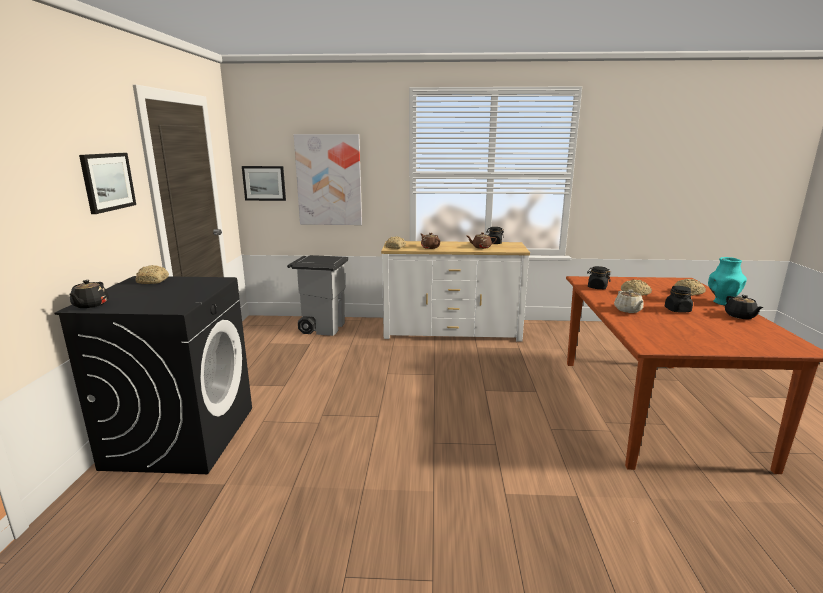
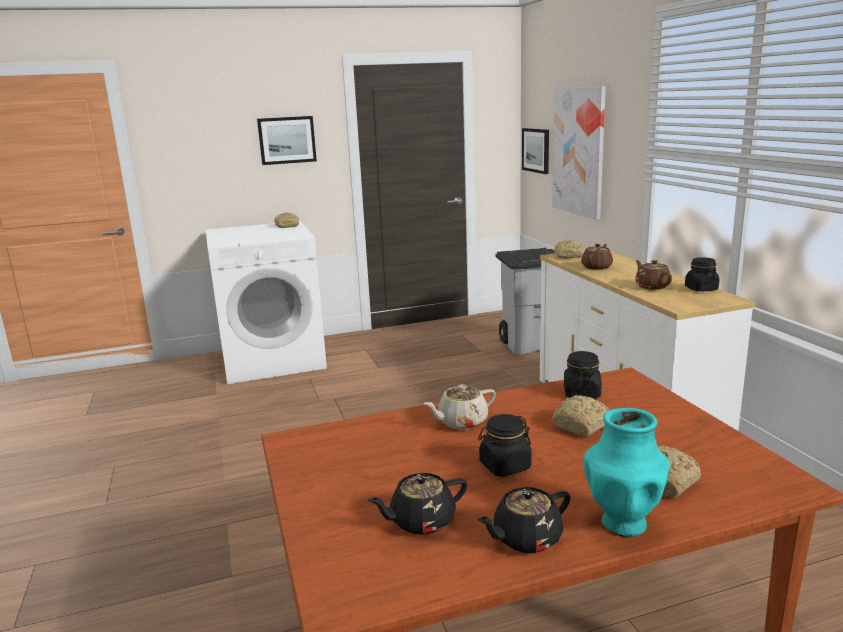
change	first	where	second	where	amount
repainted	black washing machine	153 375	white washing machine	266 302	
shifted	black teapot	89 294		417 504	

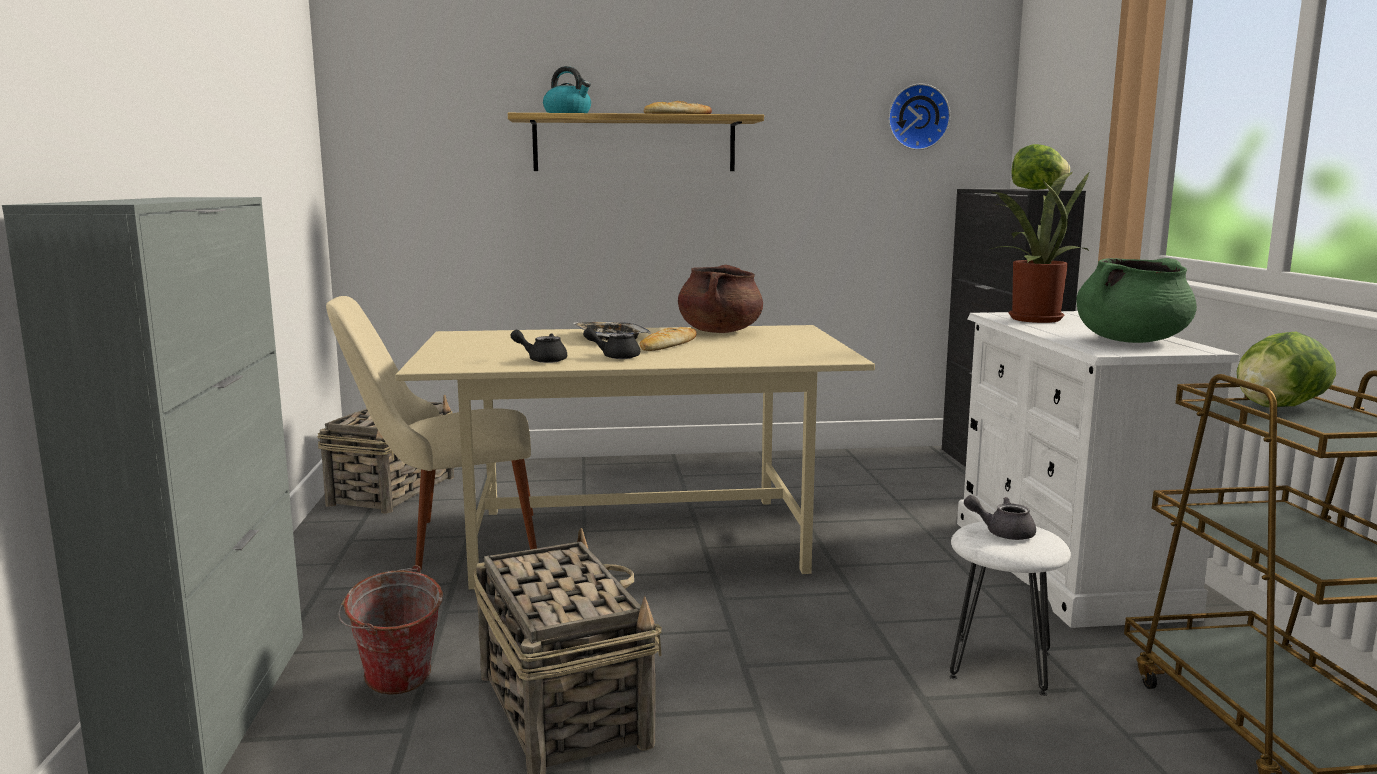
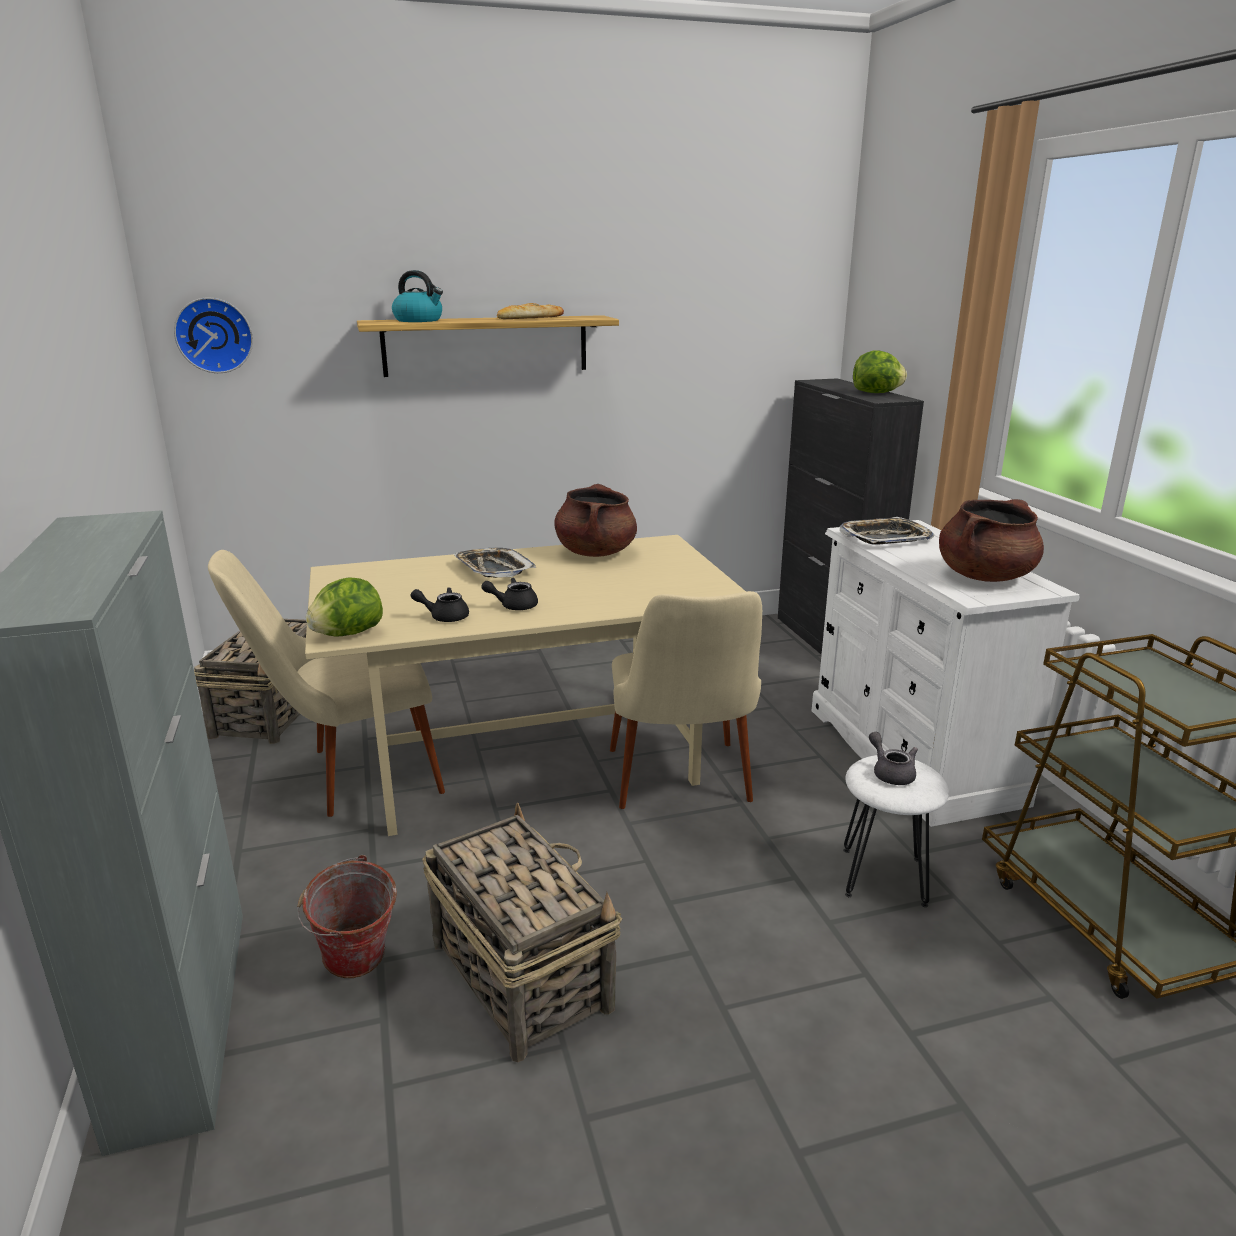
change	first	where	second	where	amount
gone	bread	668 339			
shifted	wall clock	919 117		213 335	
rotated	grey teapot	1000 517		893 758	60 degrees clockwise
swapped	potted plant	1039 247	tray	887 531	
repainted	green cooking pot	1136 300	brown cooking pot	991 540	
shifted	lettuce	1286 369		344 607	
new			beige chair	686 700	

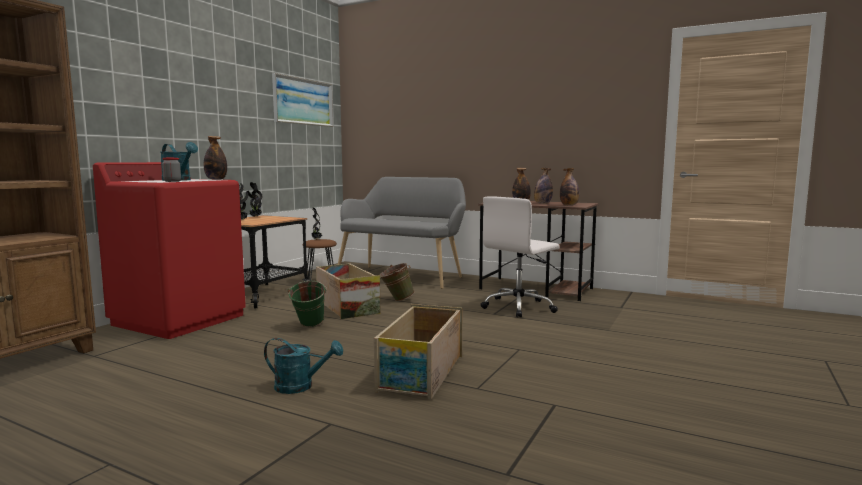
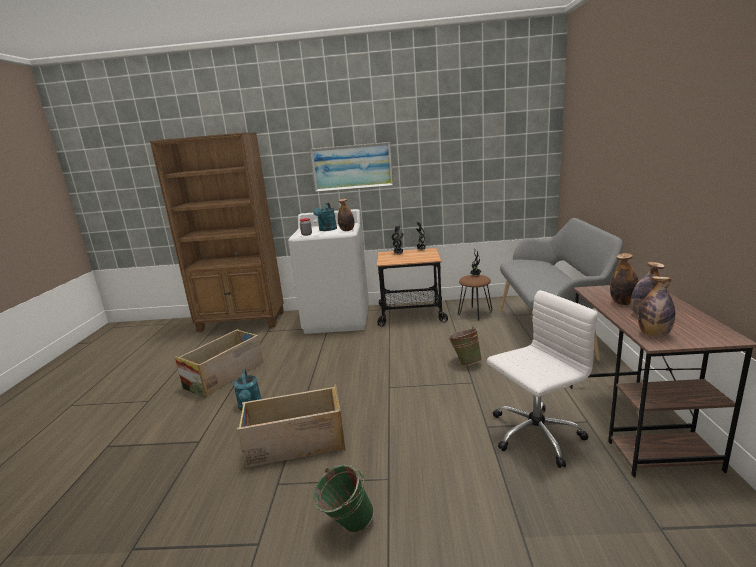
change	first	where	second	where	amount
repainted	red washing machine	169 250	white washing machine	328 271	
shifted	picture	302 100		352 167	
shifted	green bucket	307 304		344 499	
shifted	crate	348 291		219 364	
rotated	white office chair	520 256		542 379	135 degrees clockwise

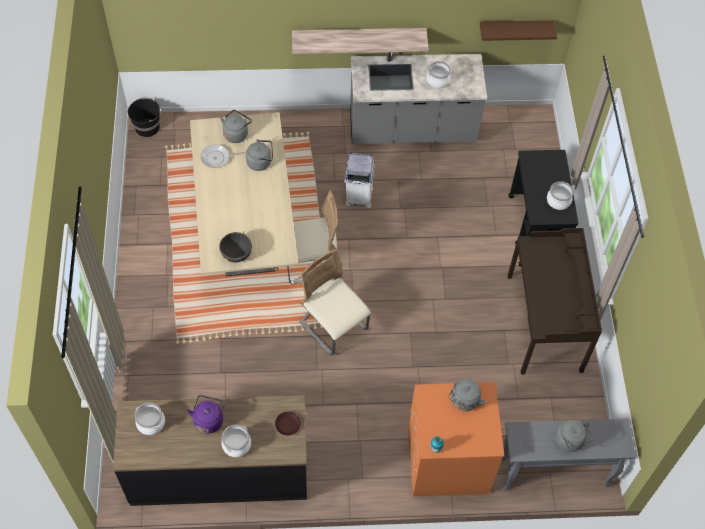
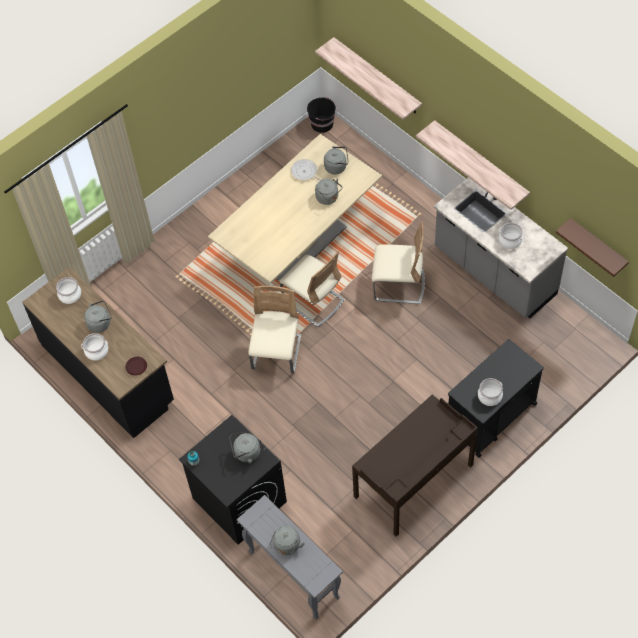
change	first	where	second	where	amount
repainted	purple kettle	206 414	grey kettle	98 316	
gone	black cooking pot	235 246			
swapped	white trash can	359 180	beige chair	398 263	
repainted	orange washing machine	456 439	black washing machine	233 480	
new			shelf	368 78	

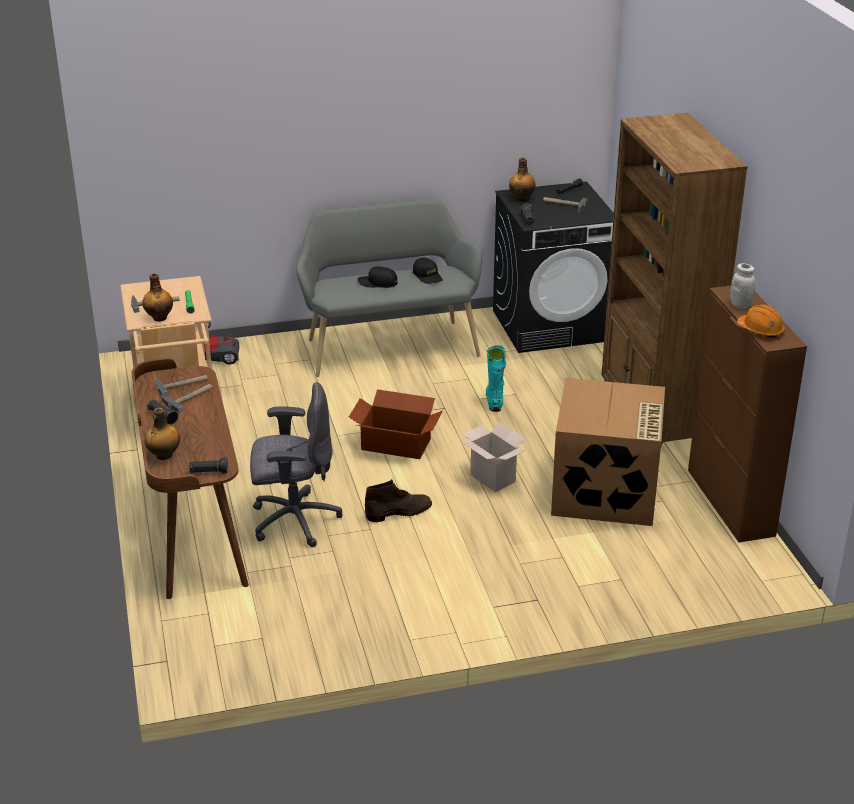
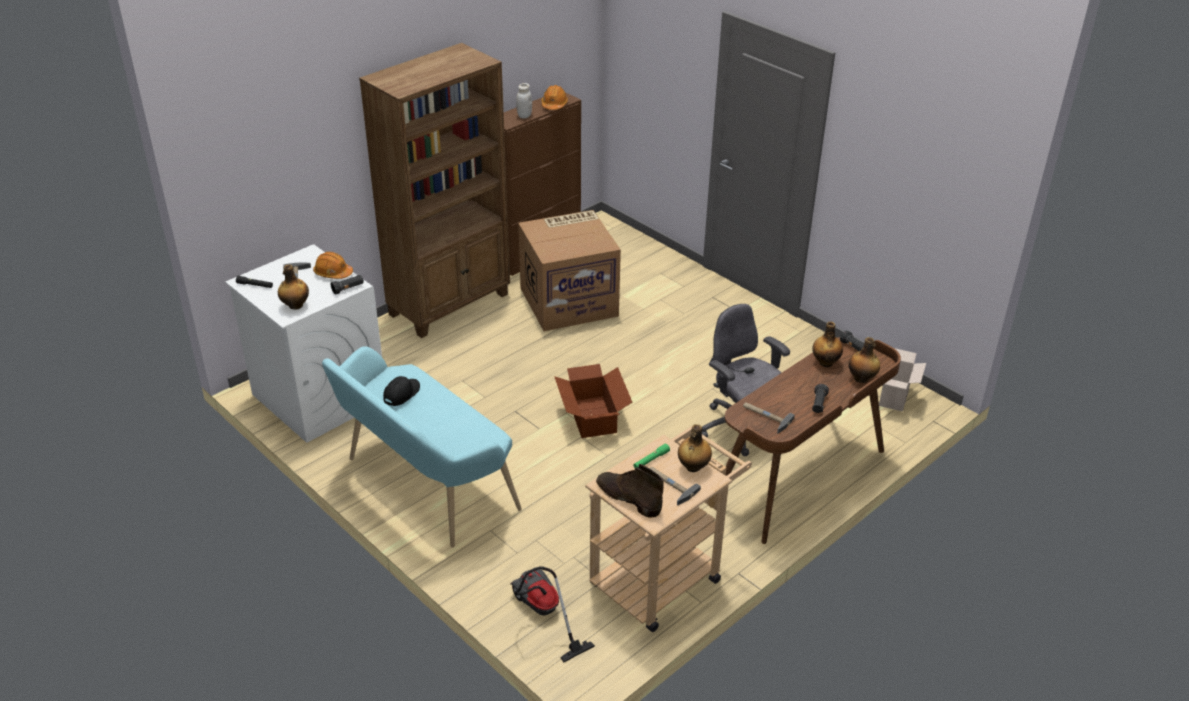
change	first	where	second	where	amount
gone	hammer	187 398			
repainted	grey bench	389 288	turquoise bench	422 447	
gone	black cap	377 277			
shifted	brown boot	398 500		630 490	
shifted	cardboard box	494 457		902 380	
gone	turquoise boot	496 378			
repainted	black washing machine	553 267	white washing machine	303 343	
new			orange hard hat	333 265	
new			bottle	827 344	

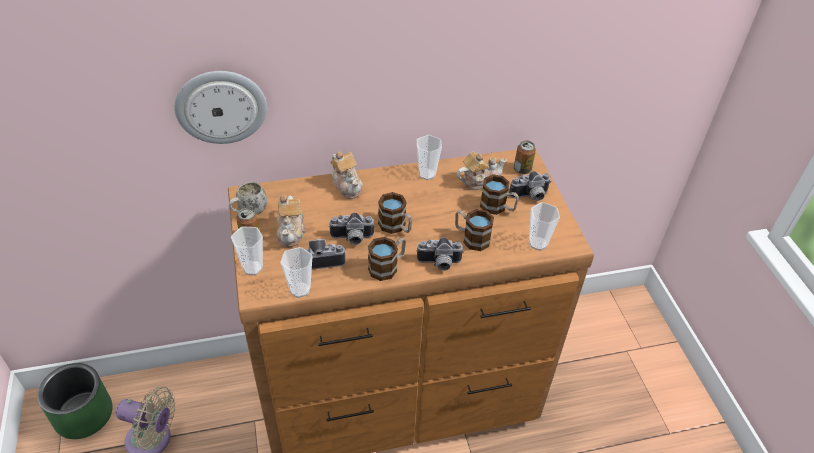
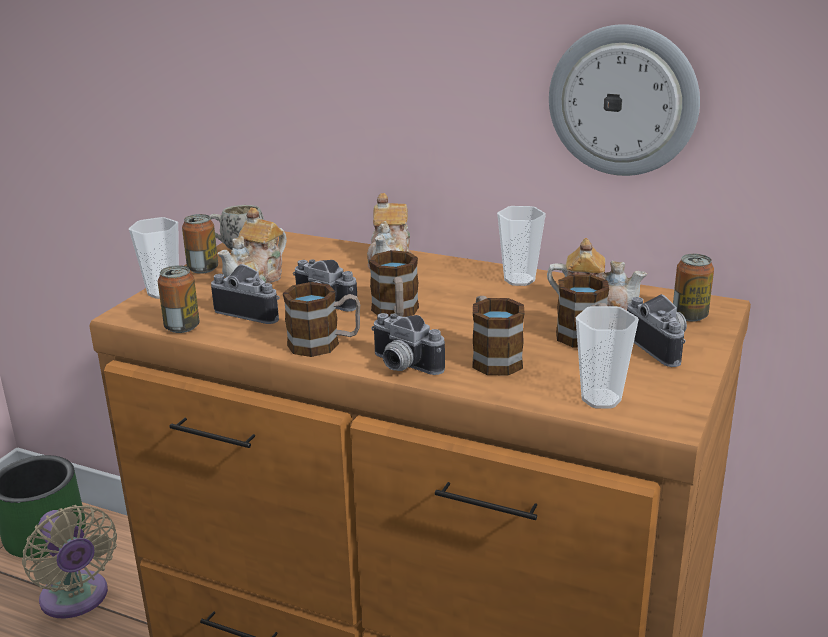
change	first	where	second	where	amount
shifted	wall clock	220 107		624 100	
swapped	cup	296 272	can	179 299	
rotated	photo camera	530 186		657 330	135 degrees counterclockwise

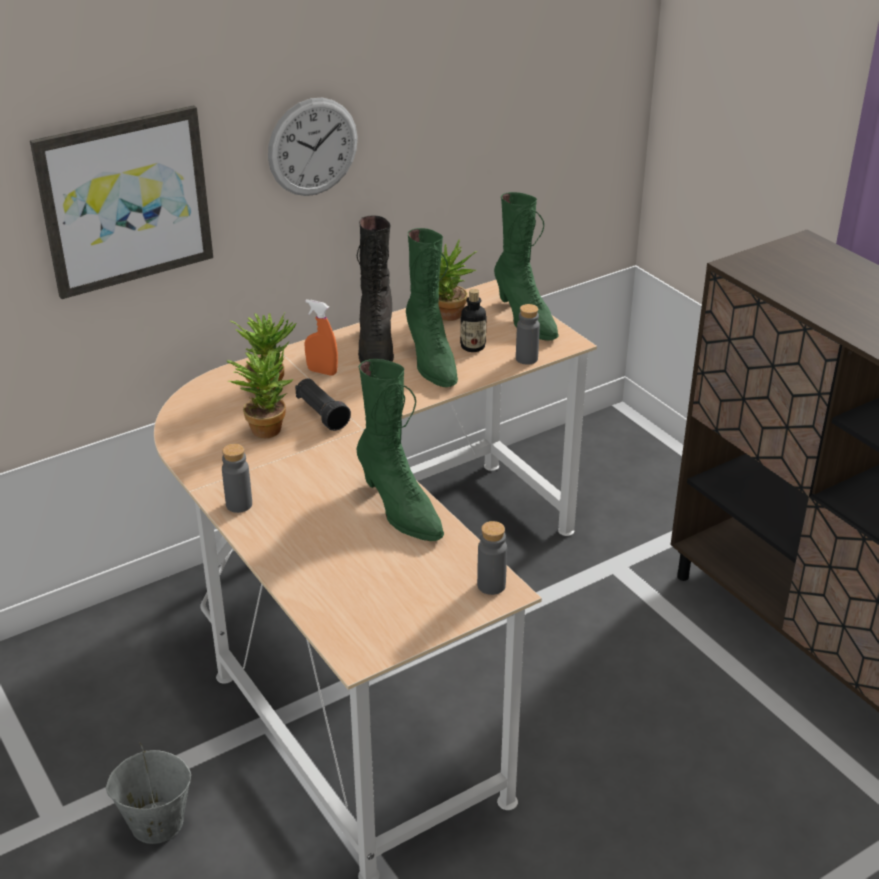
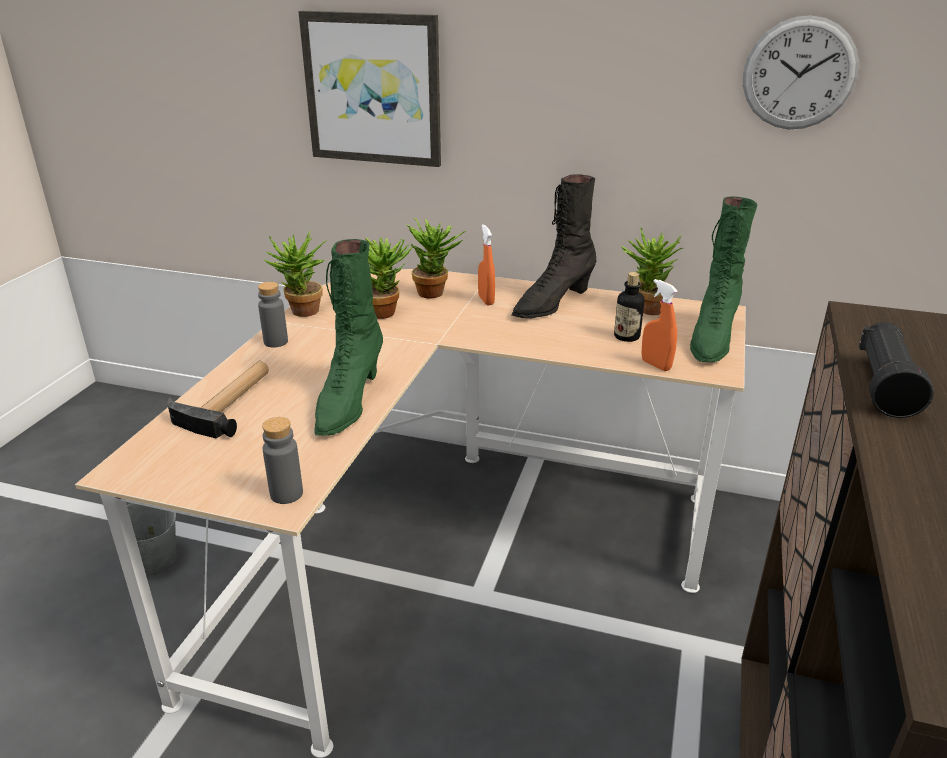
change	first	where	second	where	amount
shifted	wall clock	313 147		801 72	
shifted	black flashlight	323 404		896 370	
gone	green boot	432 308			
swapped	grey bottle	528 334	orange spray bottle	659 325	
new			hammer	218 400	
new			potted plant	295 274	

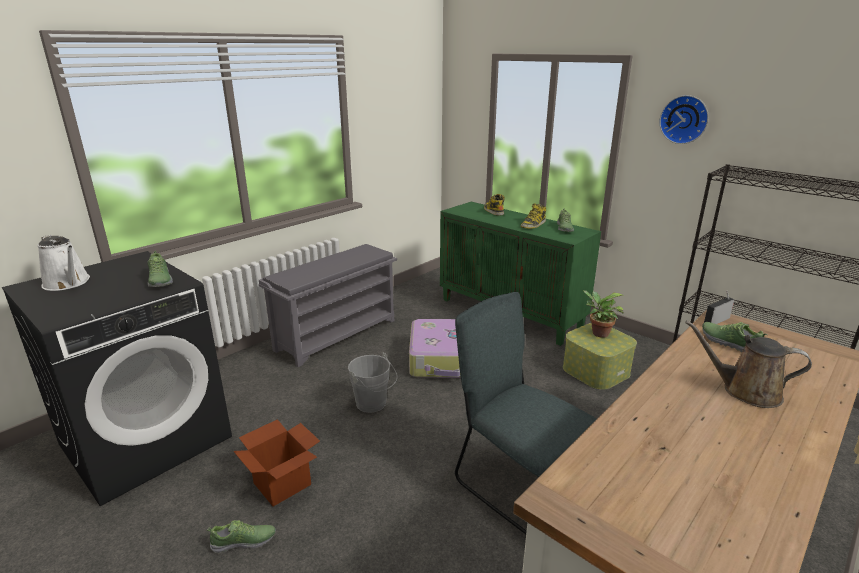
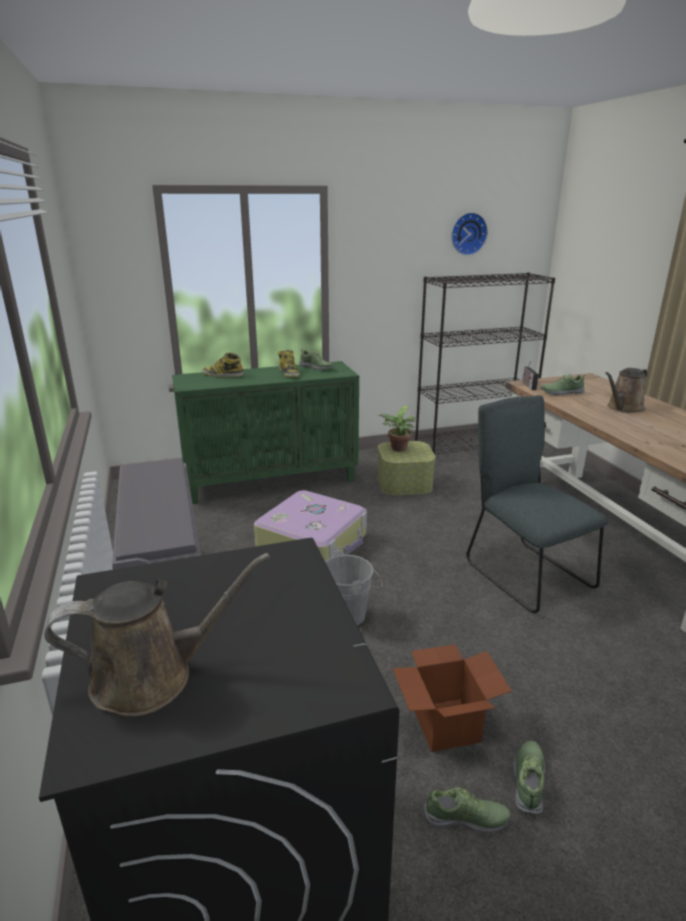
change	first	where	second	where	amount
repainted	white watering can	63 263	brown watering can	157 634	
shifted	shoe	160 269		467 811	
rotated	grey chair	526 413		537 504	75 degrees clockwise
shifted	wall clock	684 119		469 233	

